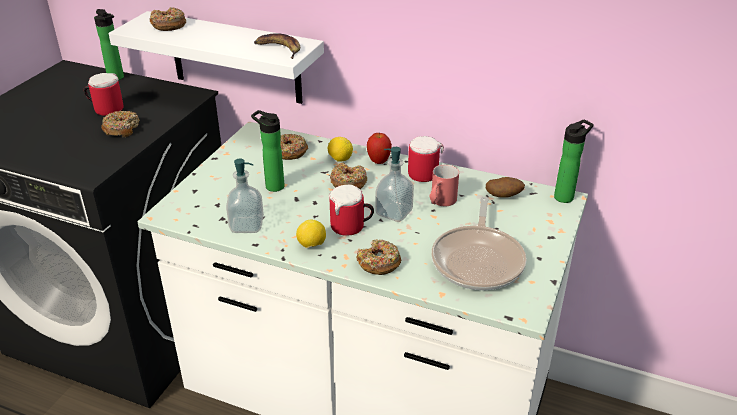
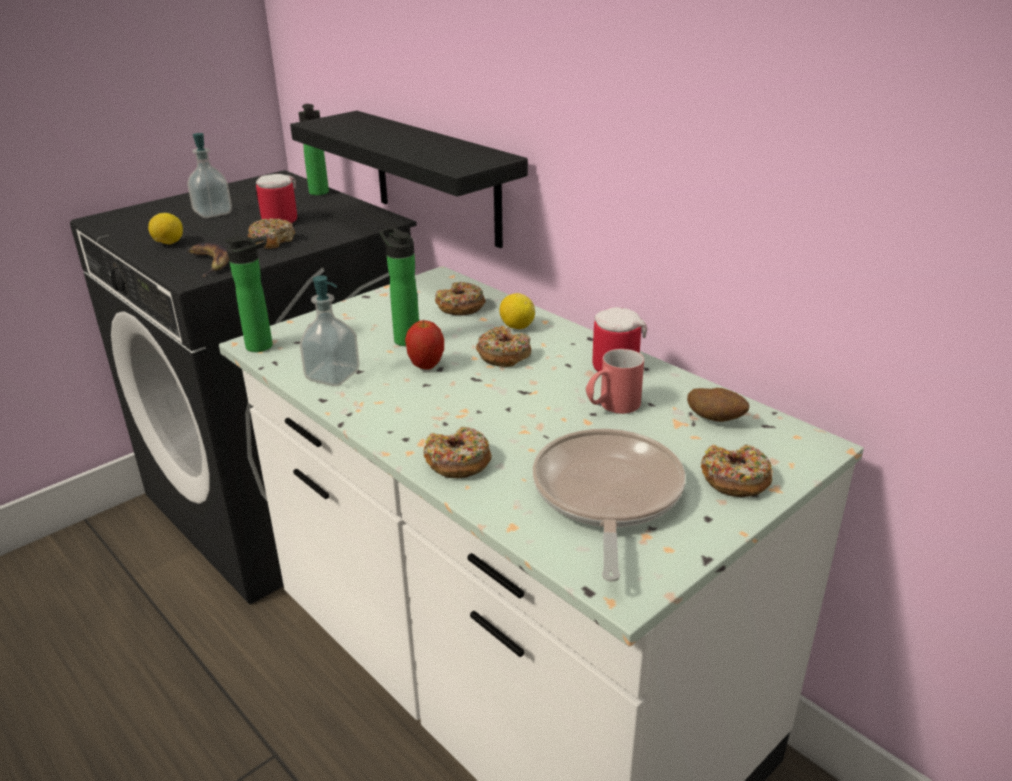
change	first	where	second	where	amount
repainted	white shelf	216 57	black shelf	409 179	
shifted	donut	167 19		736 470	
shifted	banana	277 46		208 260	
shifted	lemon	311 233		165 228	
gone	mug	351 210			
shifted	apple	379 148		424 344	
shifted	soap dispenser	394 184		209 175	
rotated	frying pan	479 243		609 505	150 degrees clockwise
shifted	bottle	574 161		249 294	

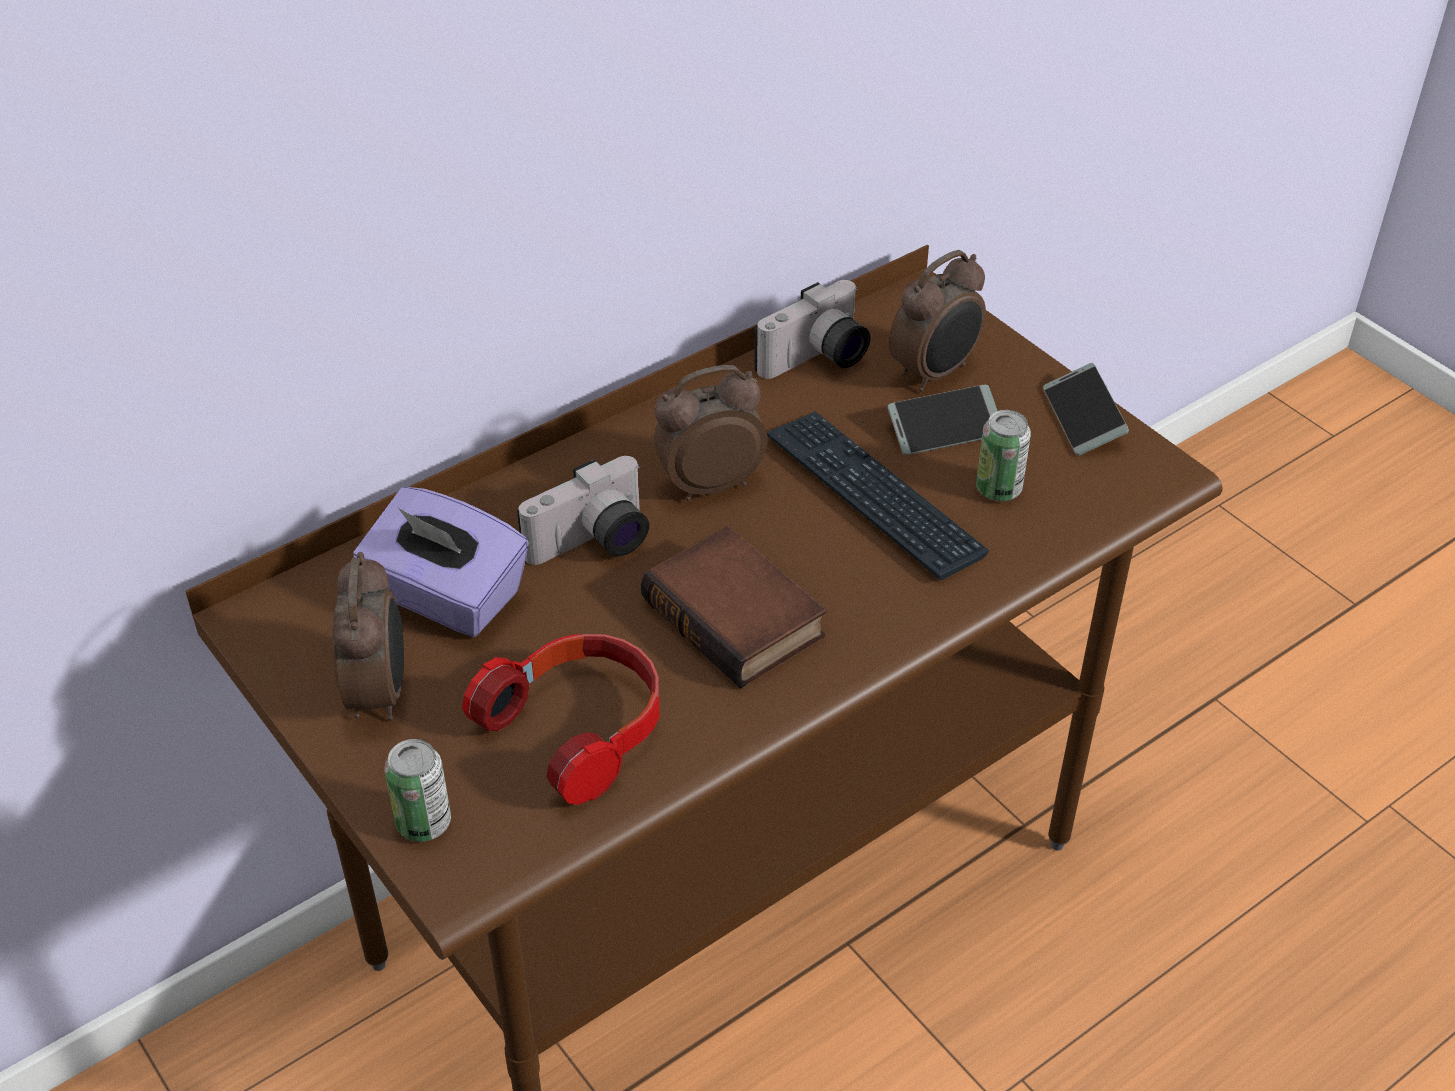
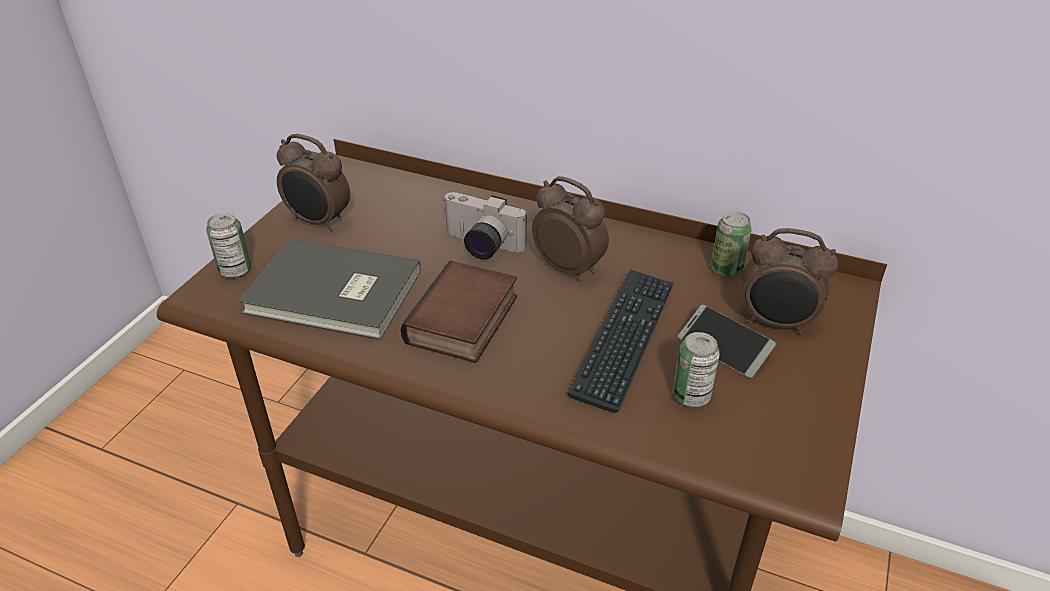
change	first	where	second	where	amount
rotated	alarm clock	368 636		313 183	60 degrees clockwise
gone	purple tissue box	441 562			
swapped	headphones	561 719	grey book	329 289	
swapped	photo camera	812 329	can	731 243	
gone	phone	1086 409			

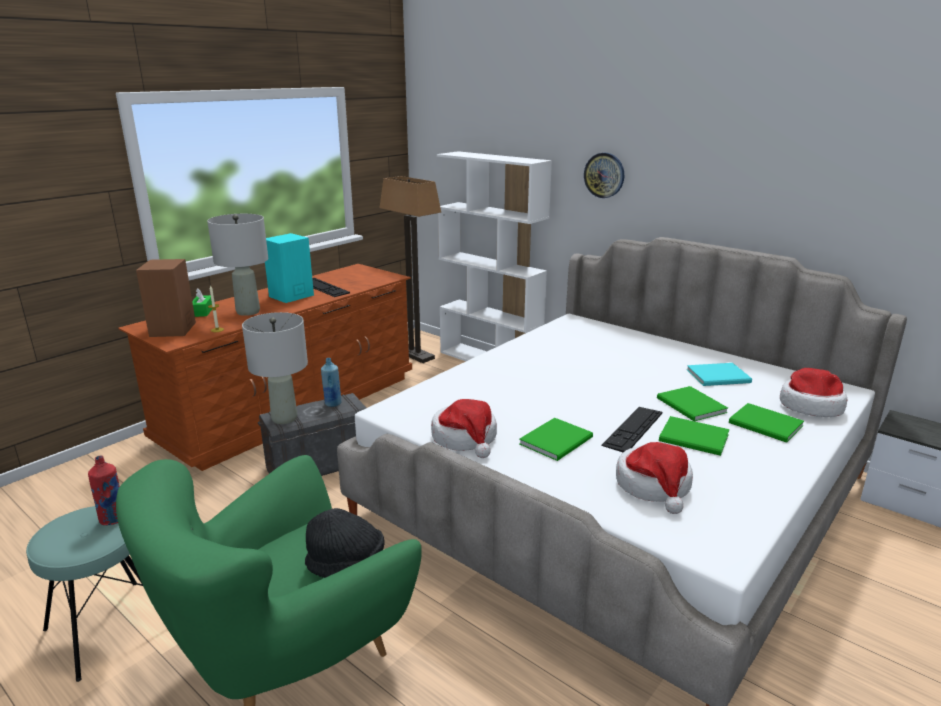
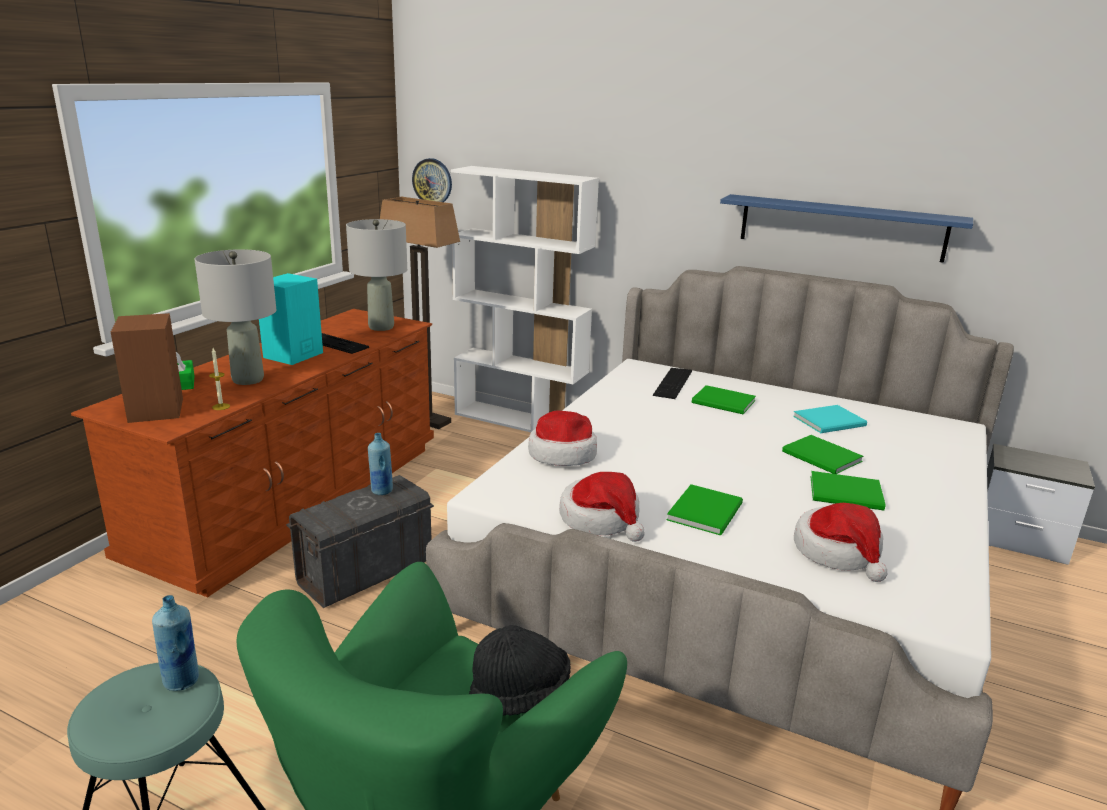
change	first	where	second	where	amount
repainted	red bottle	104 490	blue bottle	175 643	
shifted	grey table lamp	275 368		376 275	
shifted	wall clock	604 175		432 180	
shifted	keyboard	631 429		672 383	
shifted	green book	766 423		724 399	
shifted	hat	813 392		562 438	
new			blue shelf	846 228	

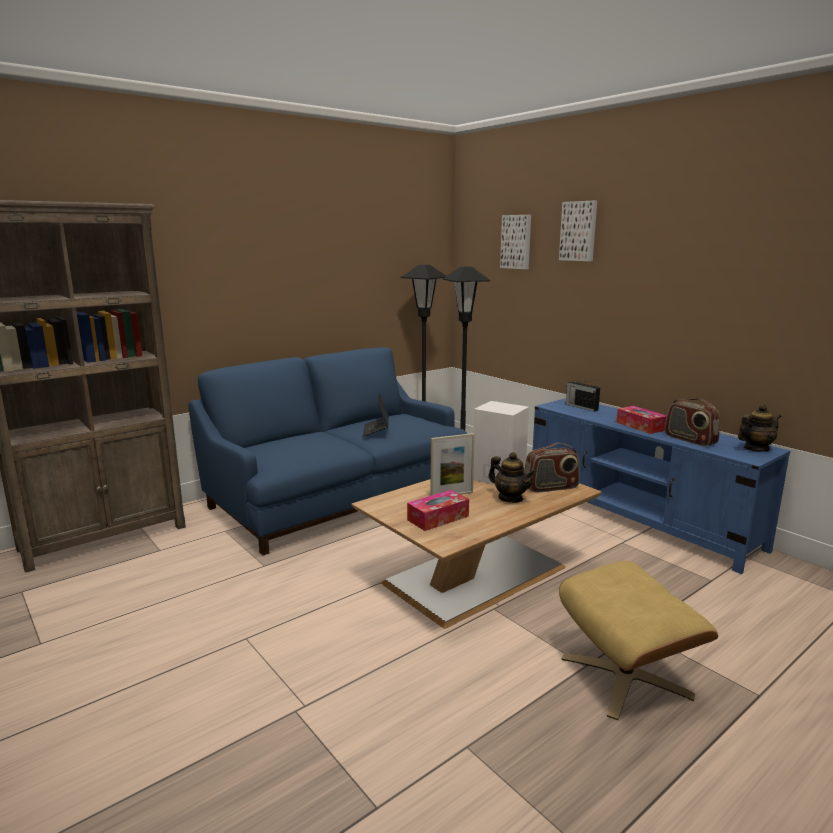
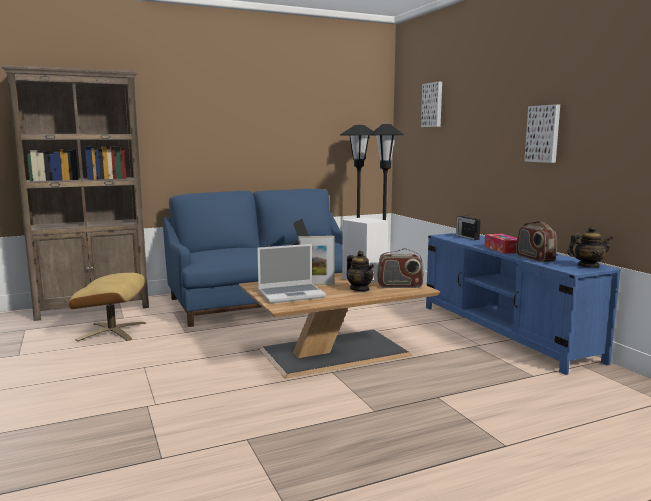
change	first	where	second	where	amount
swapped	tissue box	438 510	laptop	291 273	
shifted	picture	578 231		542 133	
shifted	beige ottoman	638 640		107 307	

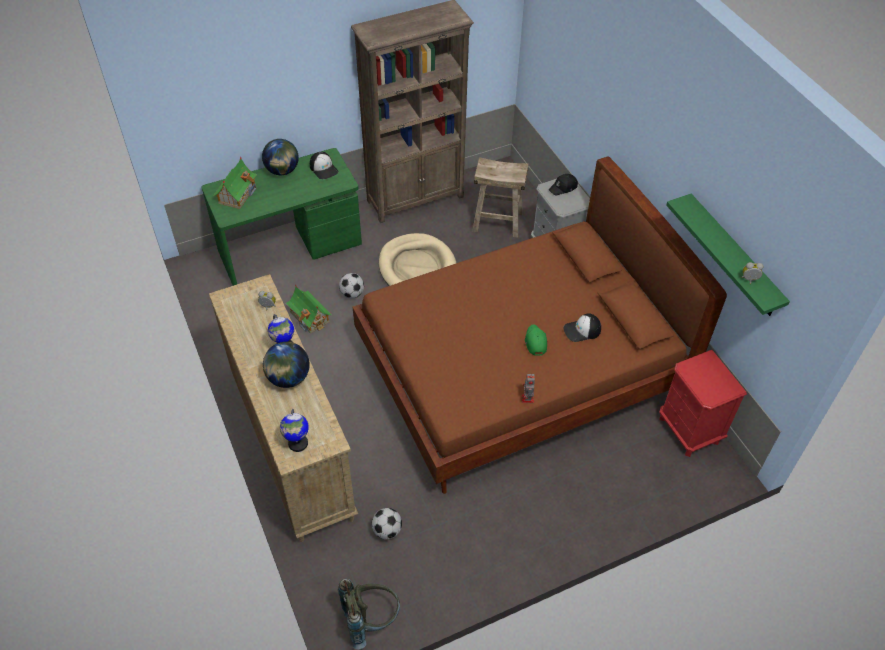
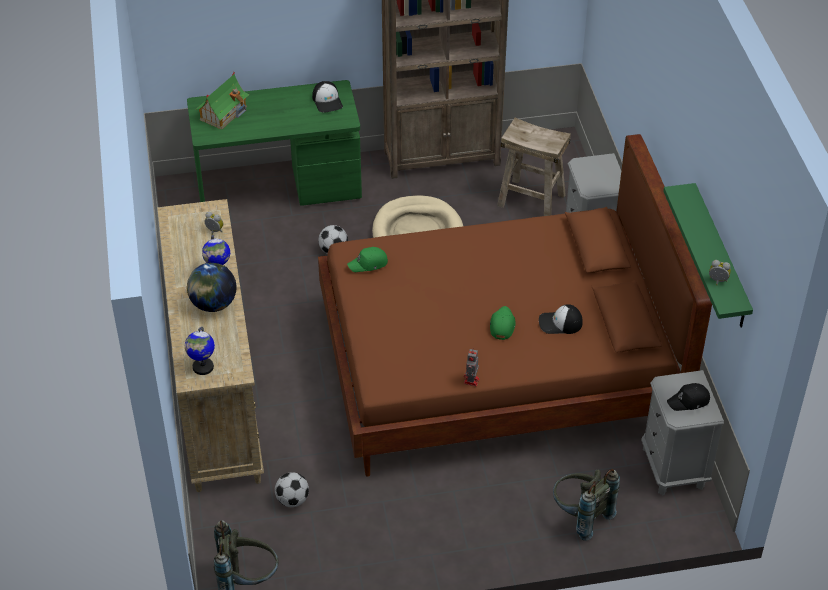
change	first	where	second	where	amount
gone	globe	280 157			
gone	toy house	308 309			
shifted	black cap	563 184		688 397	
repainted	red nightstand	703 403	grey nightstand	682 432	
new			green cap	367 259	
new			grey backpack	586 505	

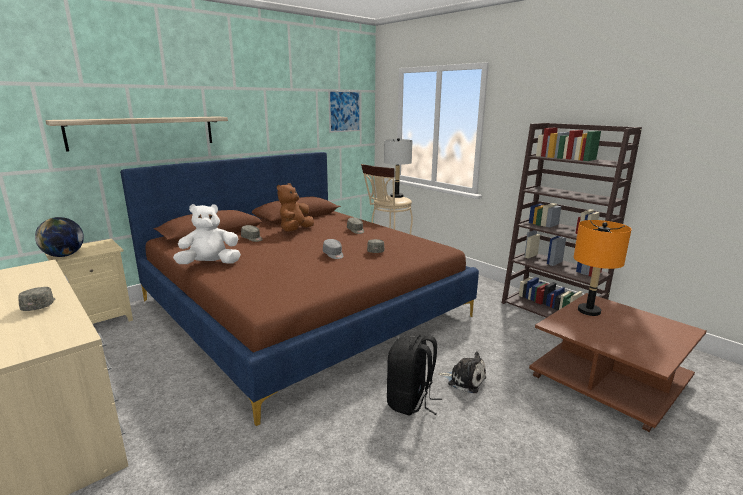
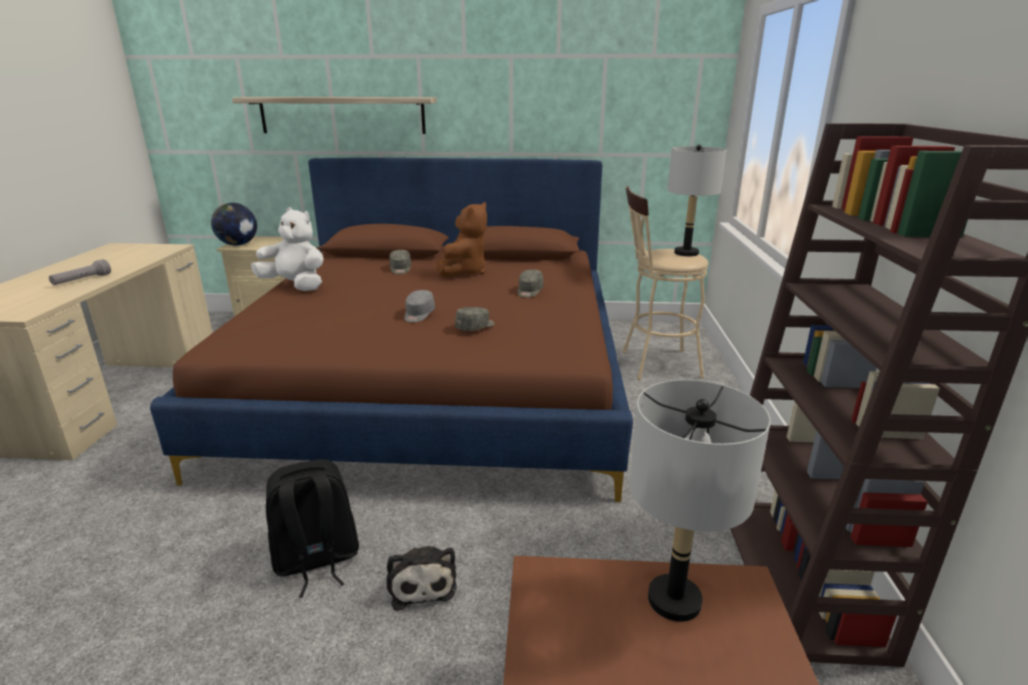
change	first	where	second	where	amount
swapped	grey cap	37 299	grey flashlight	80 272	
rotated	brown plush toy	295 207		462 240	135 degrees clockwise
gone	picture	344 111			
repainted	orange table lamp	602 268	grey table lamp	700 501	

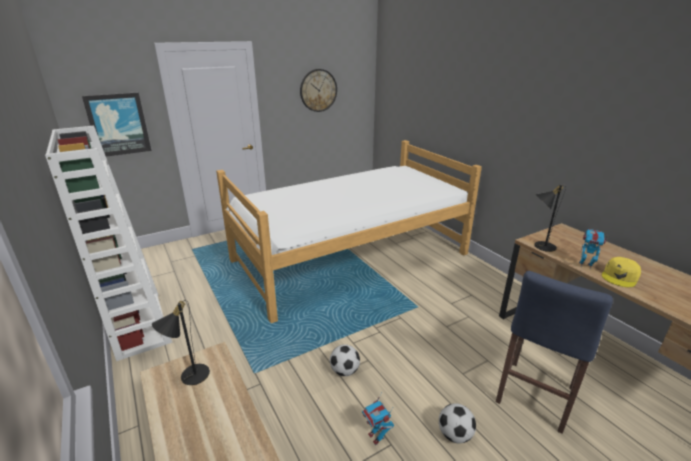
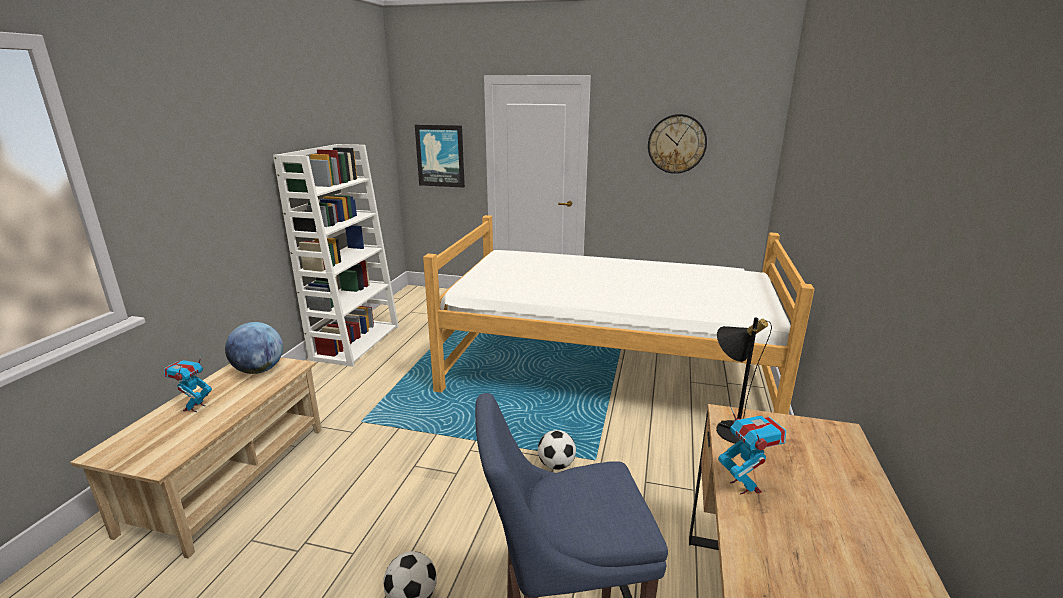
change	first	where	second	where	amount
swapped	black table lamp	181 342	globe	254 348	
shifted	football	345 360		557 450	
shifted	toy robot	378 418		188 382	
gone	yellow cap	621 272			

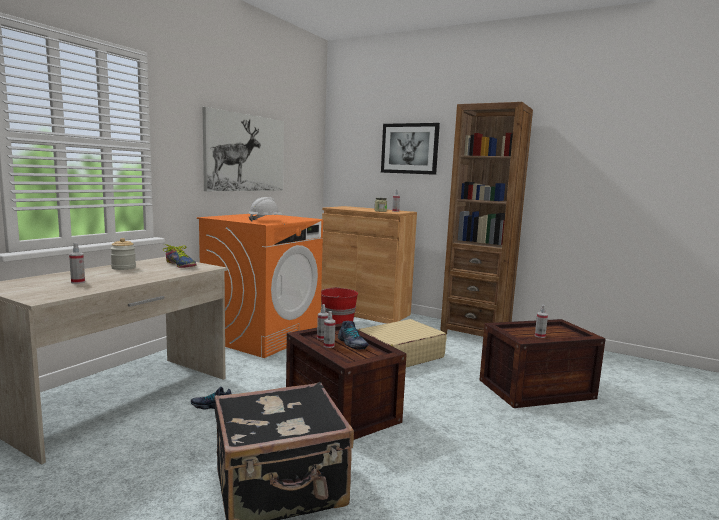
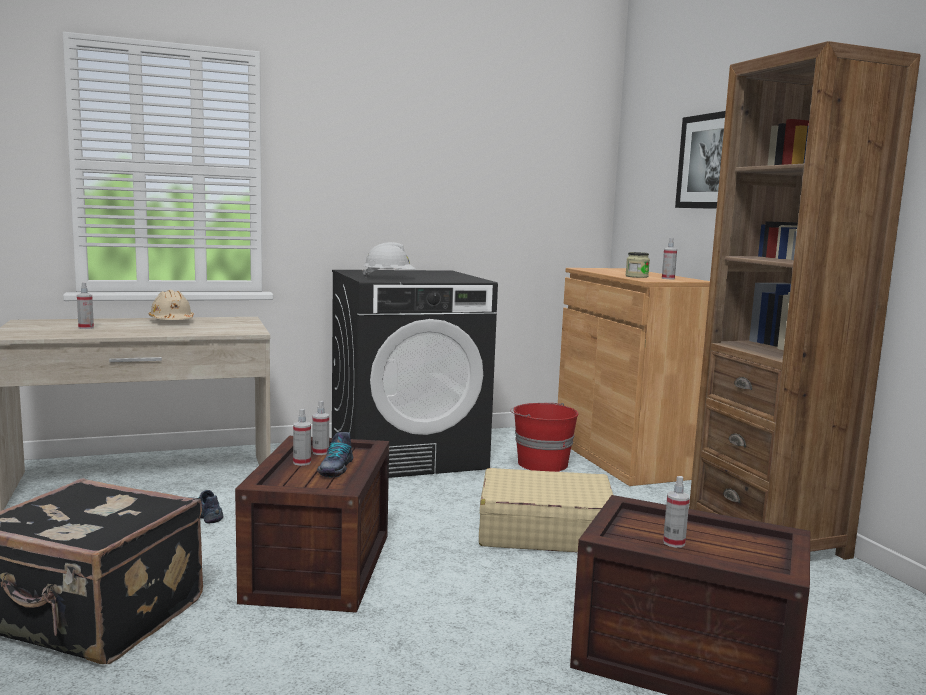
change	first	where	second	where	amount
swapped	jar	123 254	beige hard hat	171 305	
gone	shoe	180 256			
repainted	orange washing machine	260 286	black washing machine	415 374	
gone	picture	243 149			

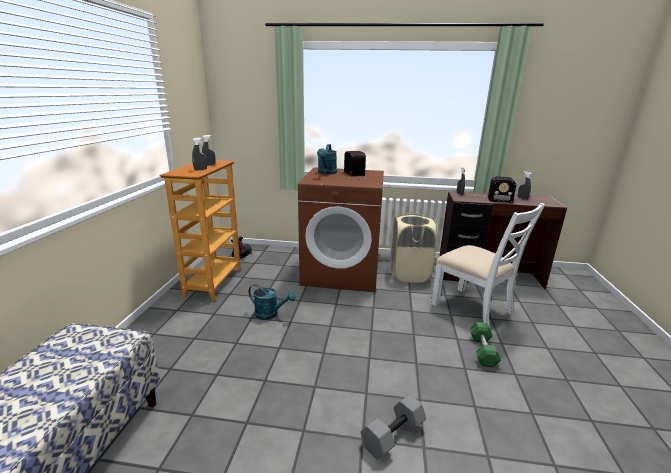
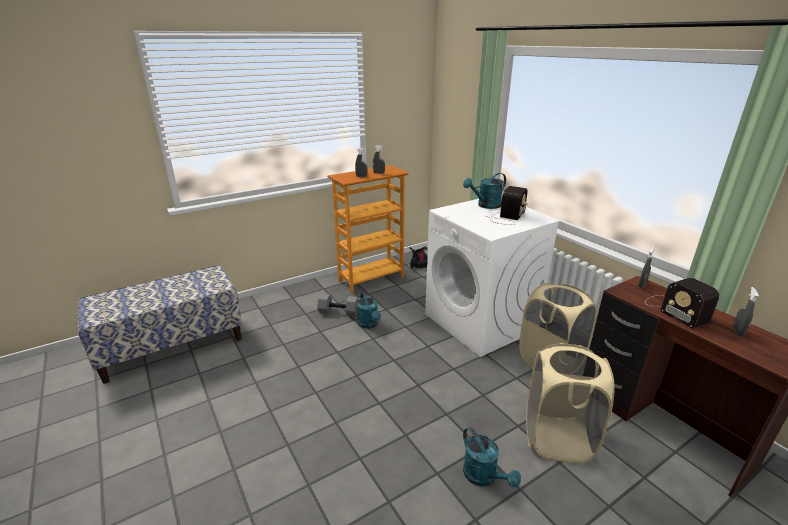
change	first	where	second	where	amount
repainted	brown washing machine	341 229	white washing machine	493 278	
shifted	grey dumbbell	393 427		338 305	
swapped	white chair	488 264	beige laundry basket	570 403	
swapped	green dumbbell	485 344	turquoise watering can	492 457	

